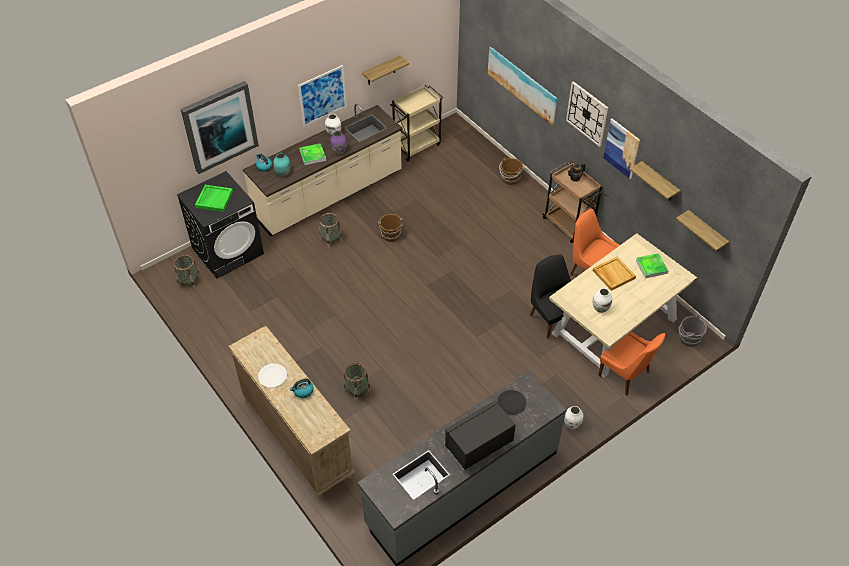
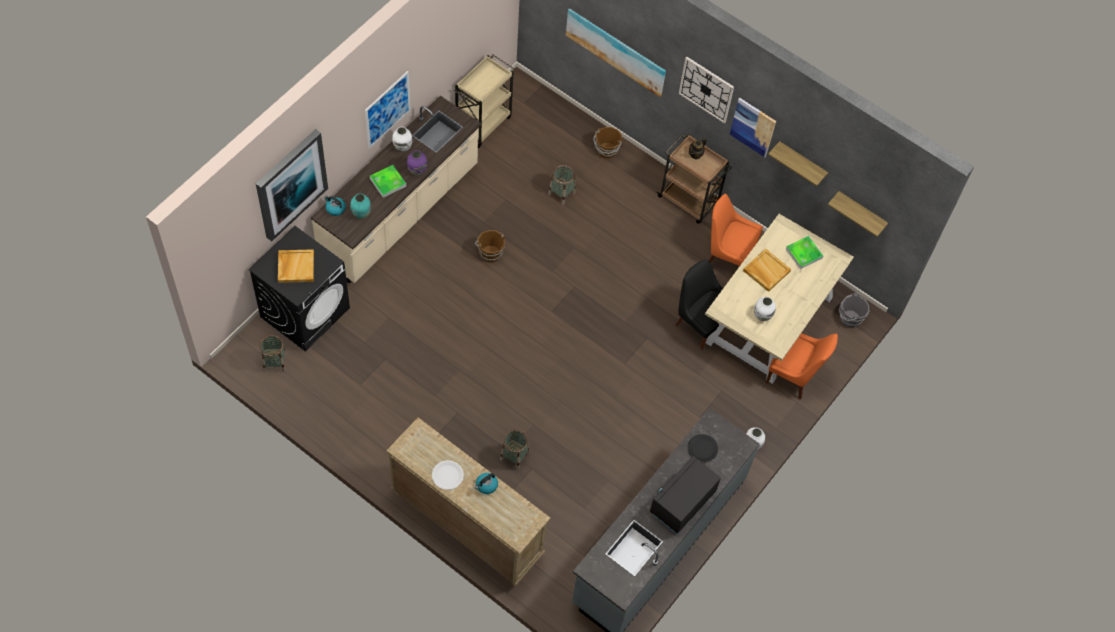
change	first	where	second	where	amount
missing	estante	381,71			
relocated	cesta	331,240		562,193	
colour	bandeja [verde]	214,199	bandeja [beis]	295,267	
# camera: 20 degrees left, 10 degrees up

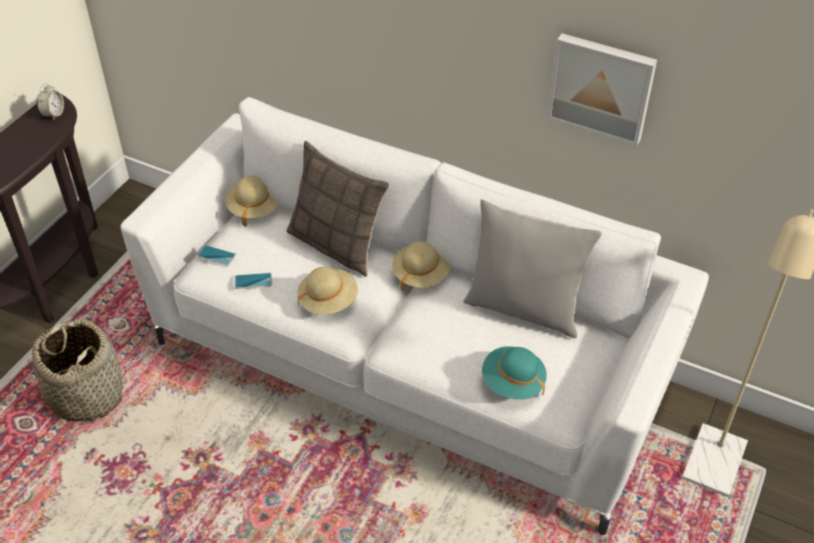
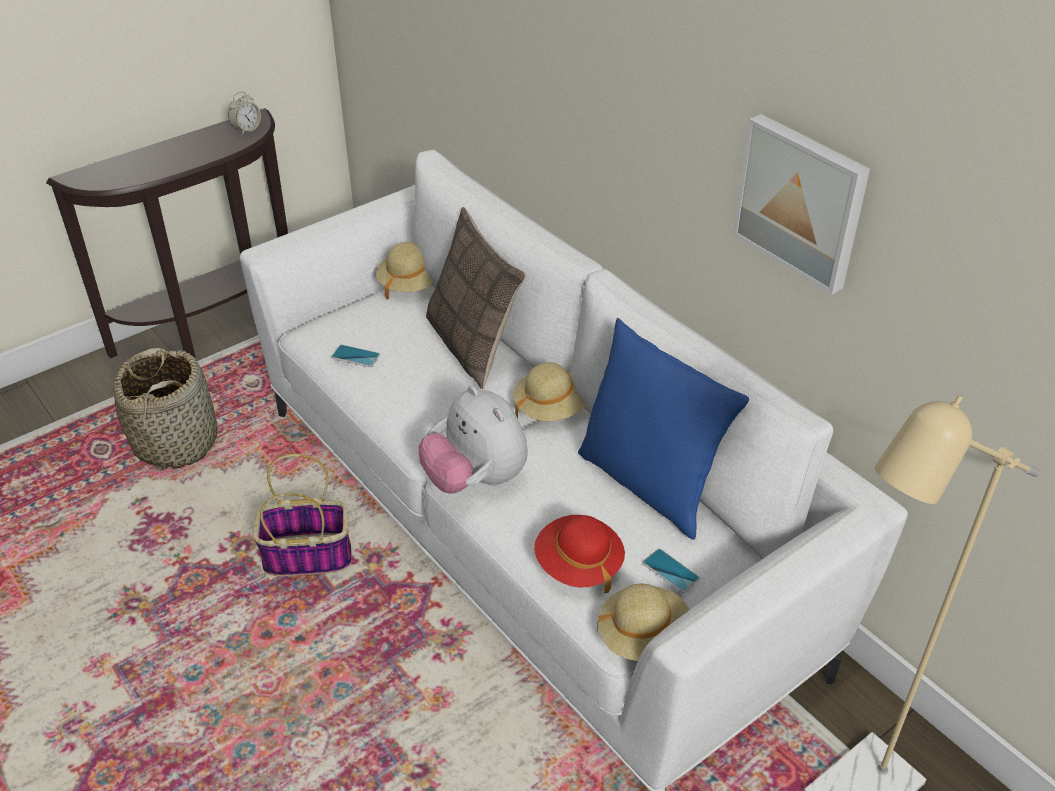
change	first	where	second	where	amount
appeared			cesta	309,556	
appeared			peluche	475,480	
relocated	móvil	216,256		670,571	
relocated	sombrero [beis]	328,301		643,637	
colour	cojín [gris]	524,308	cojín [azul]	649,484	
colour	sombrero [turquesa]	512,383	sombrero [rojo]	578,565	
# camera: 25 degrees right, 5 degrees down

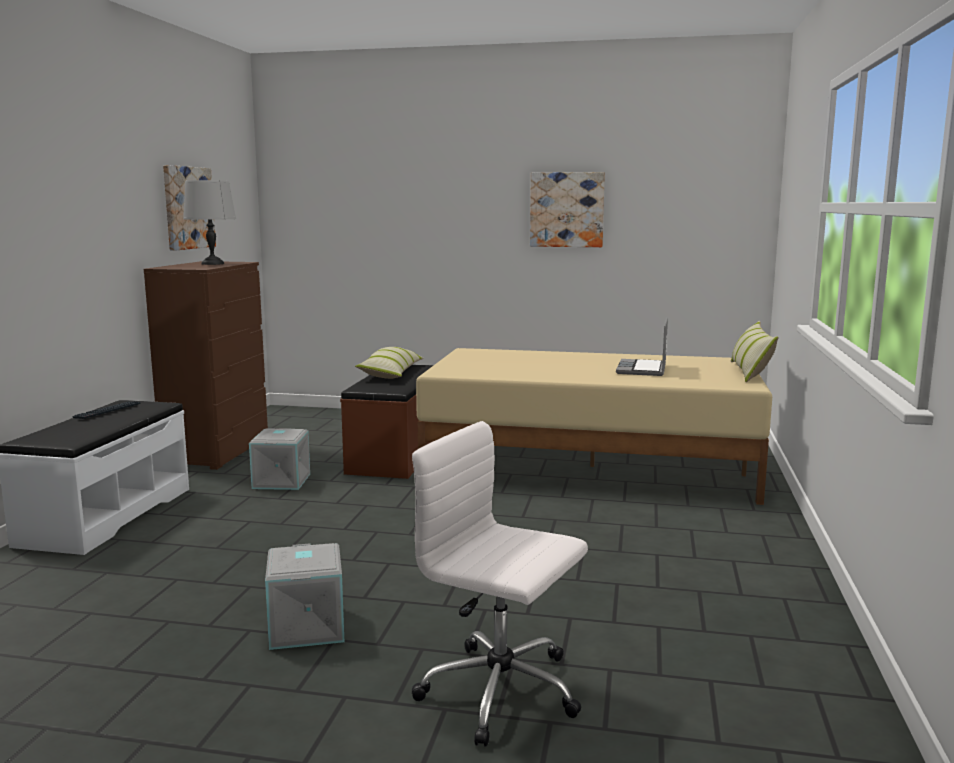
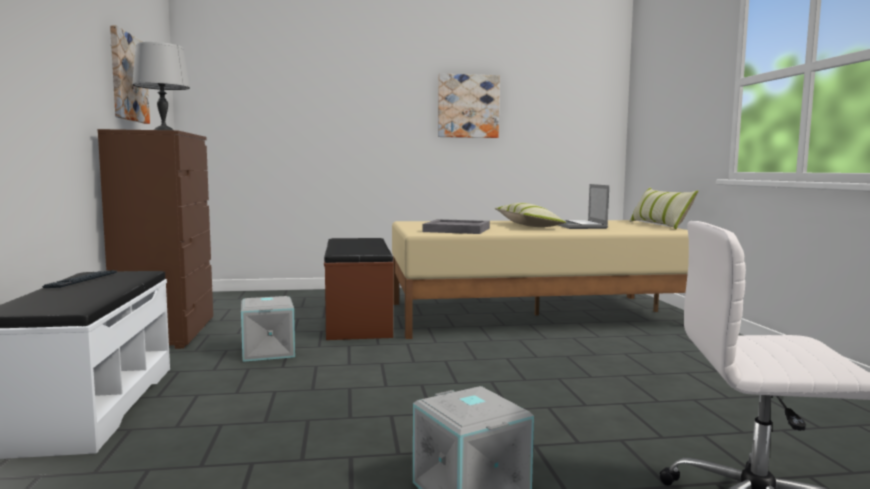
change	first	where	second	where	amount
appeared			bandeja [gris]	457,230	
relocated	cojín	391,373		528,226	
# camera: 20 degrees left, 5 degrees down

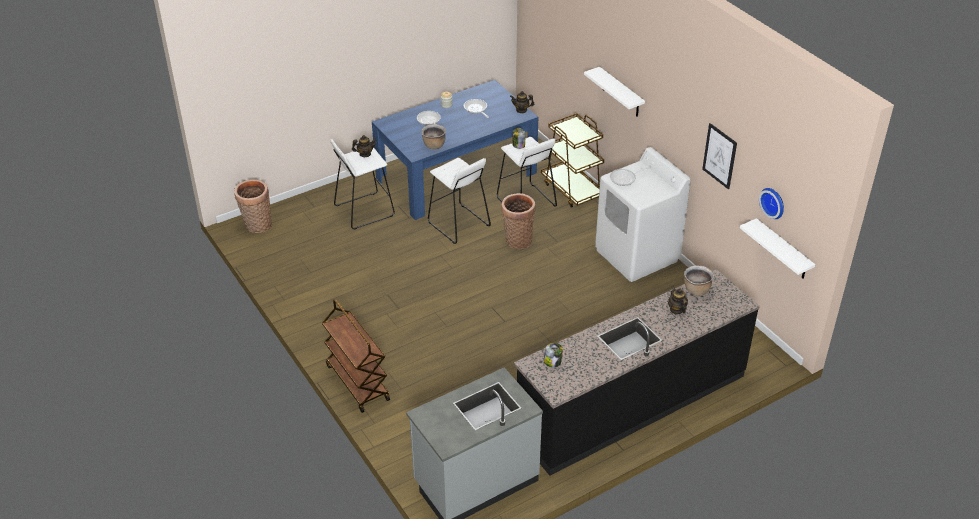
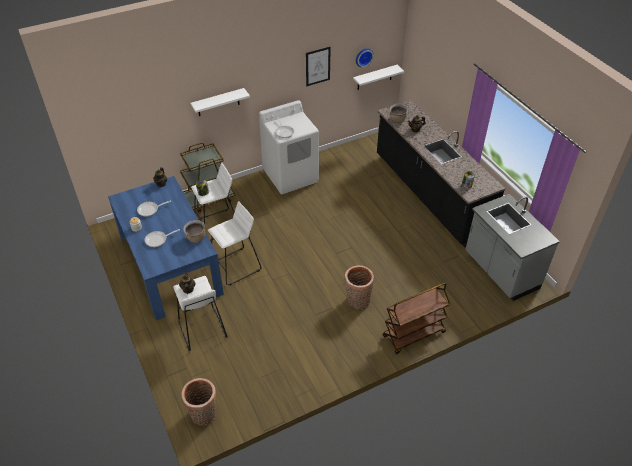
change	first	where	second	where	amount
relocated	cesta	517,240		357,301	
# camera: 85 degrees left, 5 degrees up

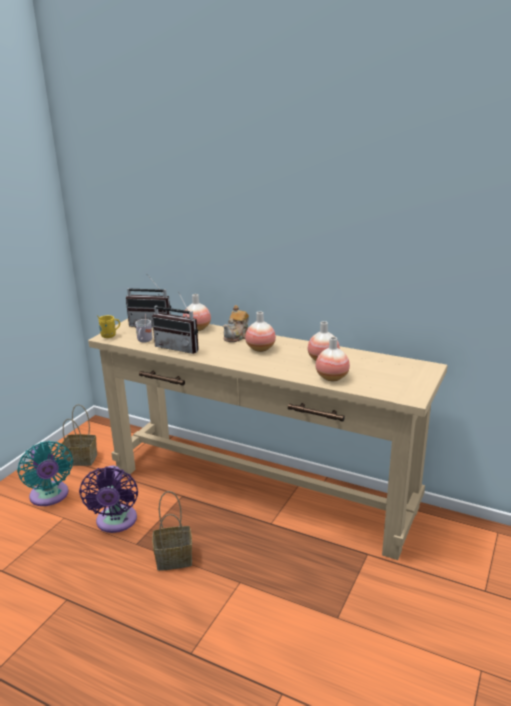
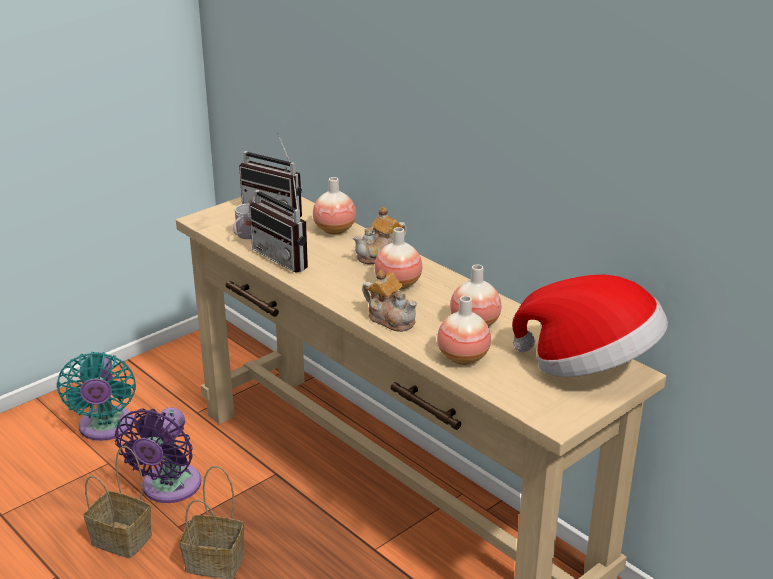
change	first	where	second	where	amount
missing	taza grande [amarillo]	110,335			
appeared			tetera	391,319	
appeared			sombrero	589,366	
relocated	cesta	82,458		124,539	
# camera: 20 degrees right, 5 degrees up

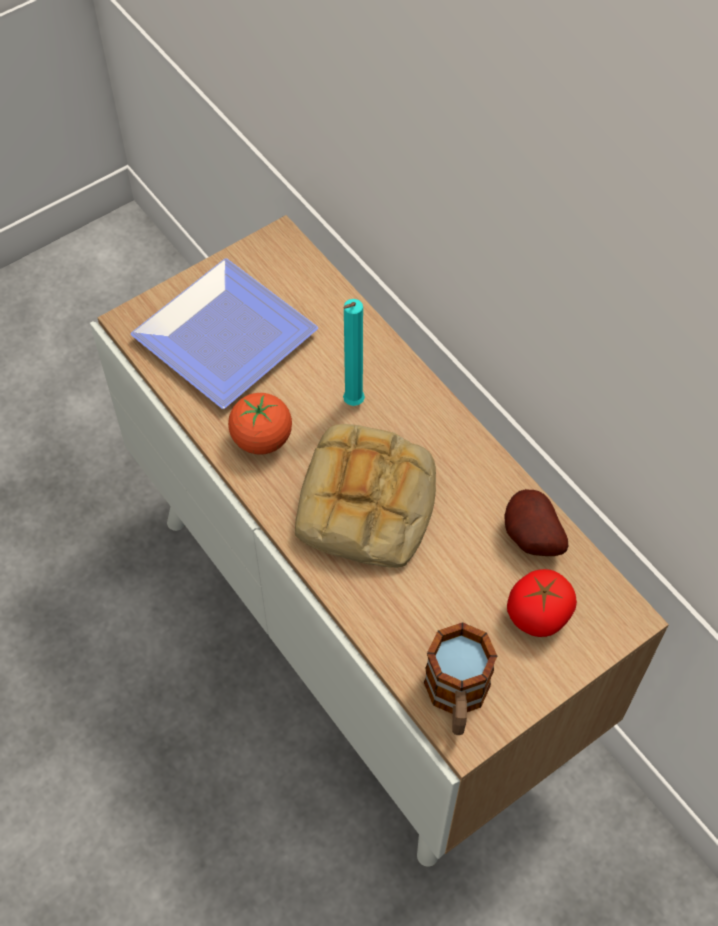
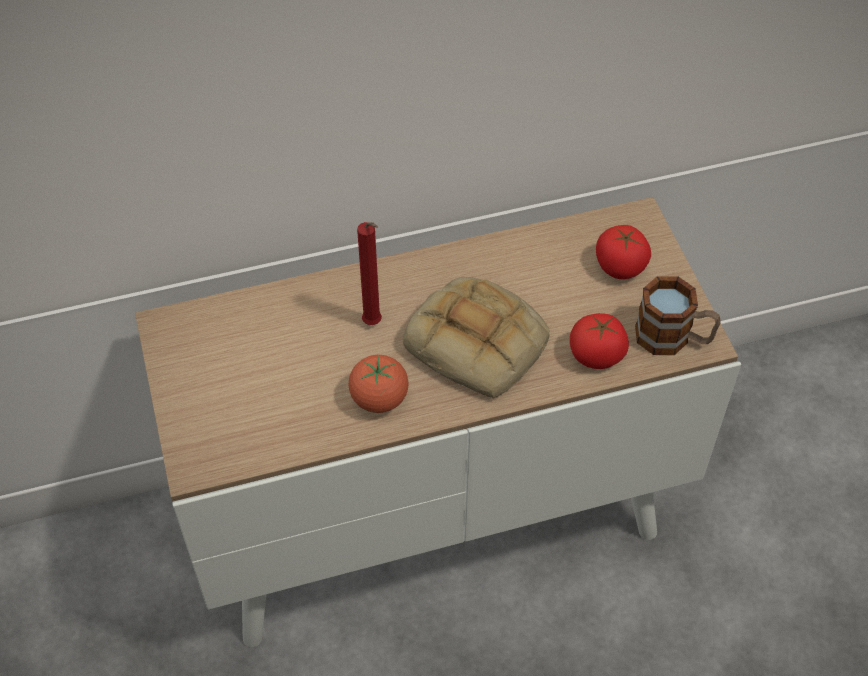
change	first	where	second	where	amount
missing	plato	232,337			
missing	patata	530,539			
appeared			tomate	596,355	
colour	vela [turquesa]	351,404	vela [rojo]	374,324	
# camera: 70 degrees left, 5 degrees down

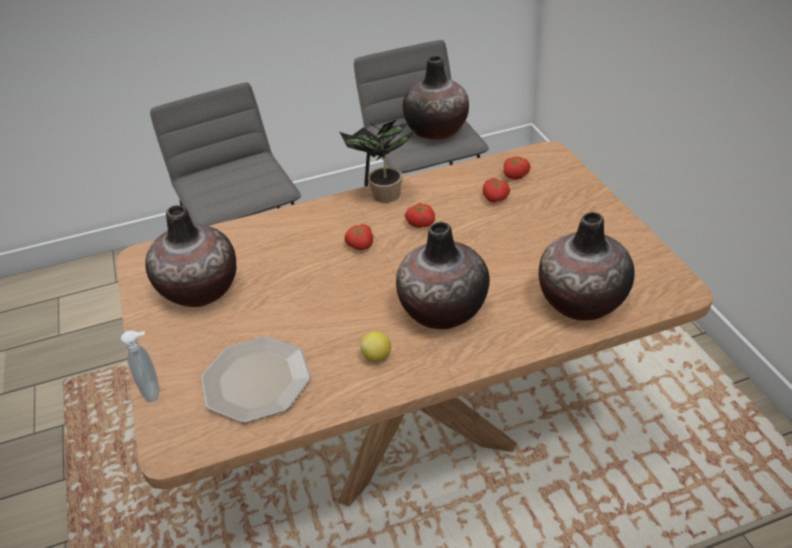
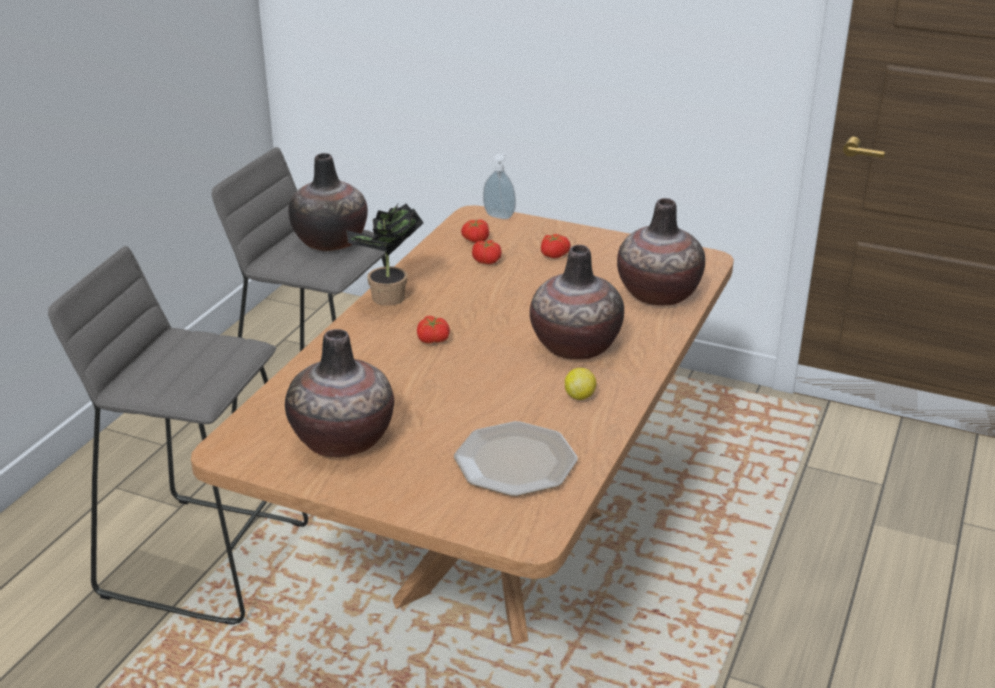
change	first	where	second	where	amount
relocated	dispensador de jabón	154,391		500,215	
relocated	tomate	421,222		553,254	
# camera: 50 degrees left, 10 degrees down

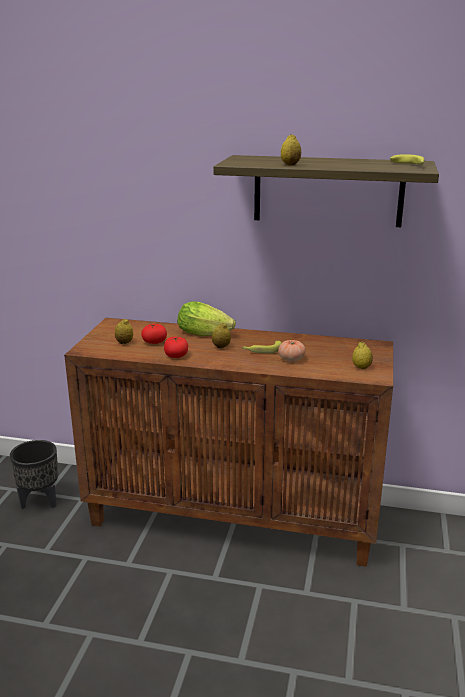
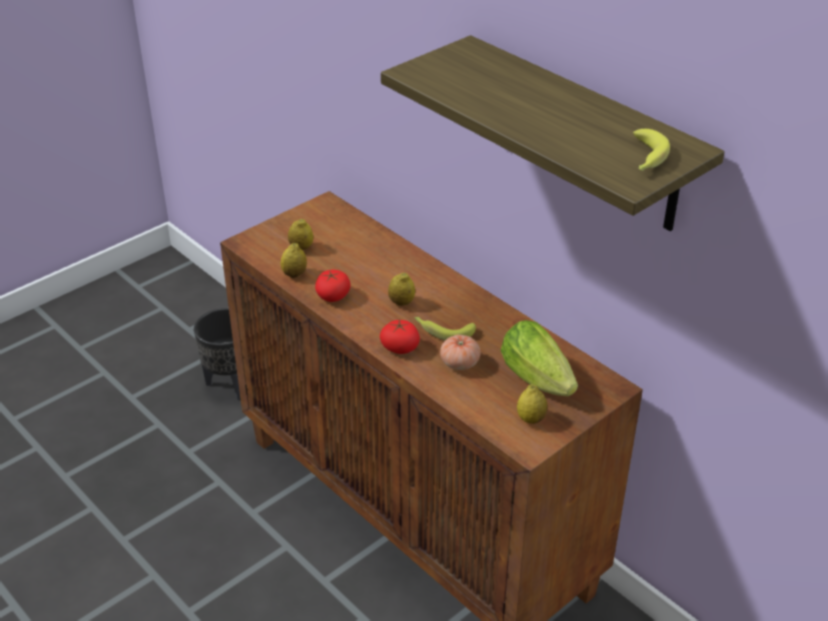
change	first	where	second	where	amount
relocated	tomate	154,342		400,347	
relocated	lechuga	207,334		540,380	
relocated	limón	290,165		294,274	
# camera: 35 degrees right, 15 degrees up

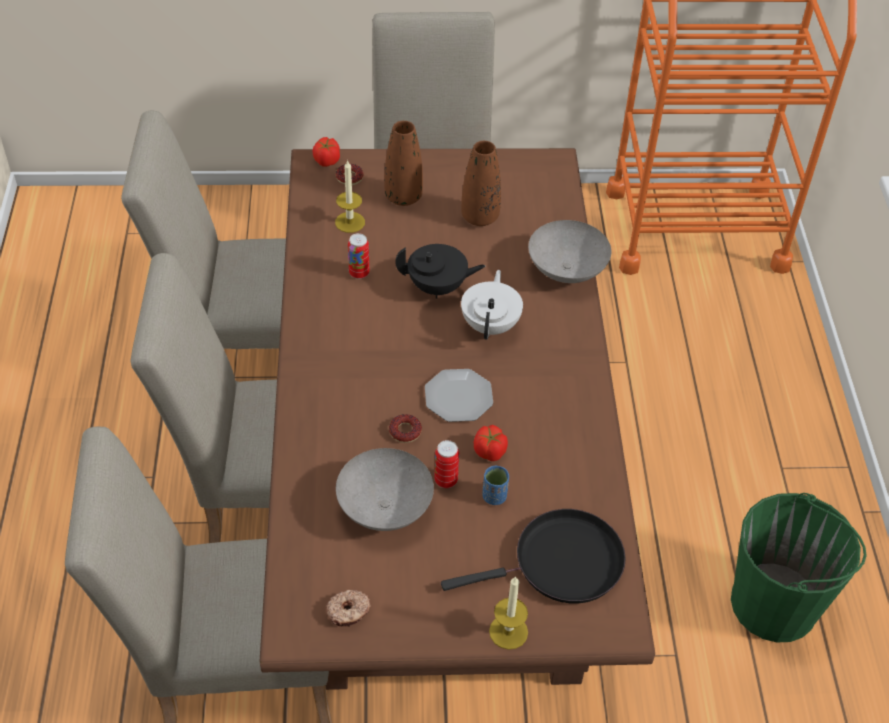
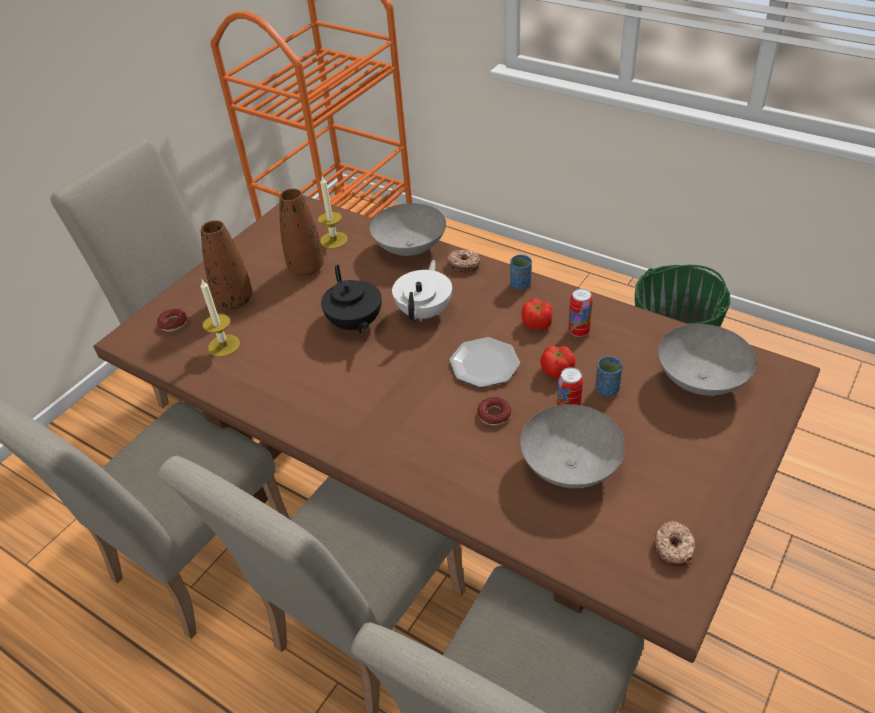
change	first	where	second	where	amount
appeared			rosquilla	463,264	
appeared			taza [azul]	520,284	
relocated	tomate	326,161		537,324	
relocated	lata	359,273		578,331	
relocated	vela	508,631		334,240	
exchanged	sartén [negro]	561,563	cuenco [gris]	702,380	
spun	tetera [negro]	438,287		355,324	120 degrees clockwise
spun	tetera [blanco]	491,325		425,311	60 degrees clockwise
# camera: 50 degrees left, 5 degrees down

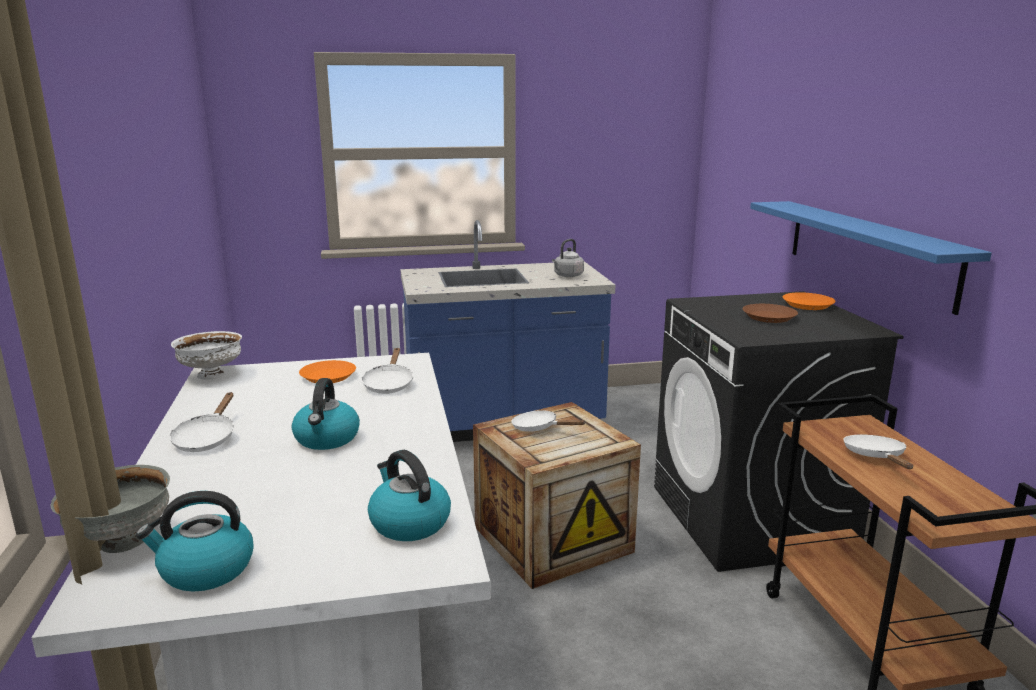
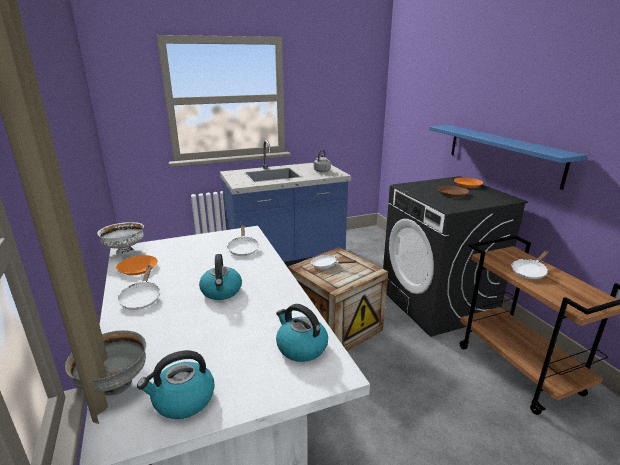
change	first	where	second	where	amount
relocated	plato [naranja]	327,376		137,268	
spun	sartén [blanco]	876,457		529,272	120 degrees counterclockwise
# camera: 10 degrees left, 5 degrees up

